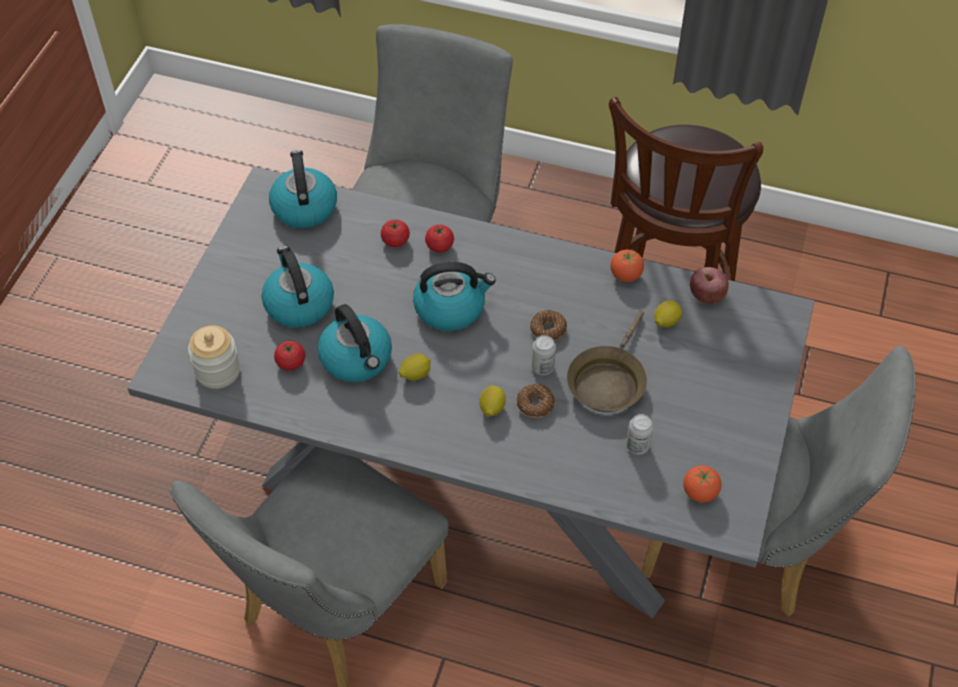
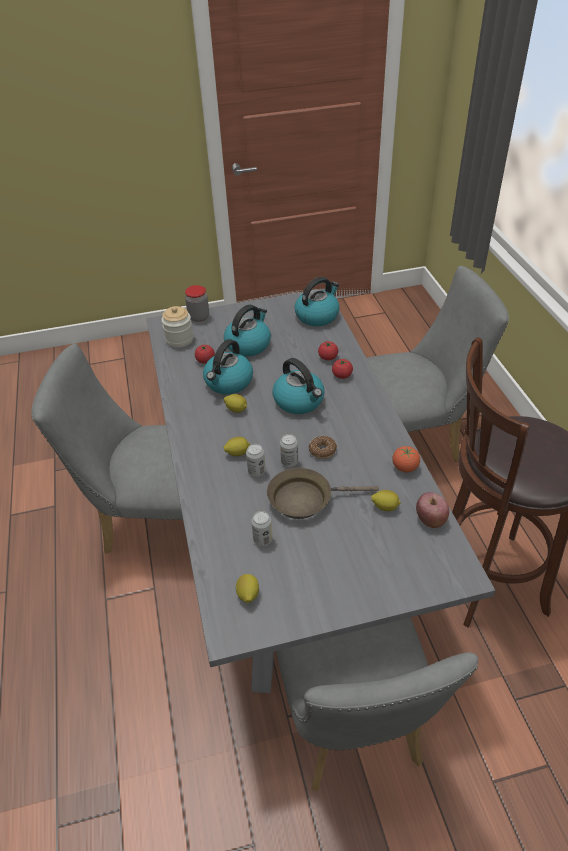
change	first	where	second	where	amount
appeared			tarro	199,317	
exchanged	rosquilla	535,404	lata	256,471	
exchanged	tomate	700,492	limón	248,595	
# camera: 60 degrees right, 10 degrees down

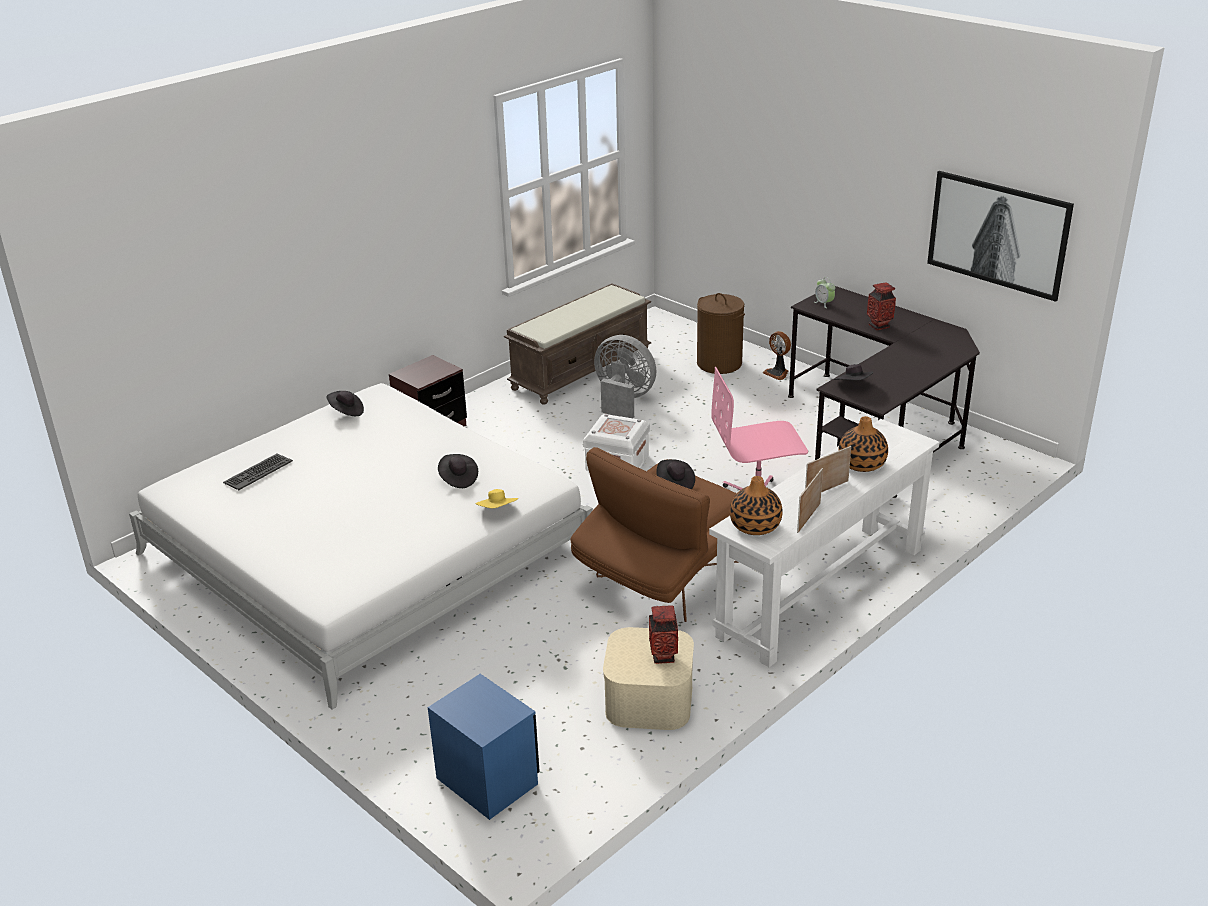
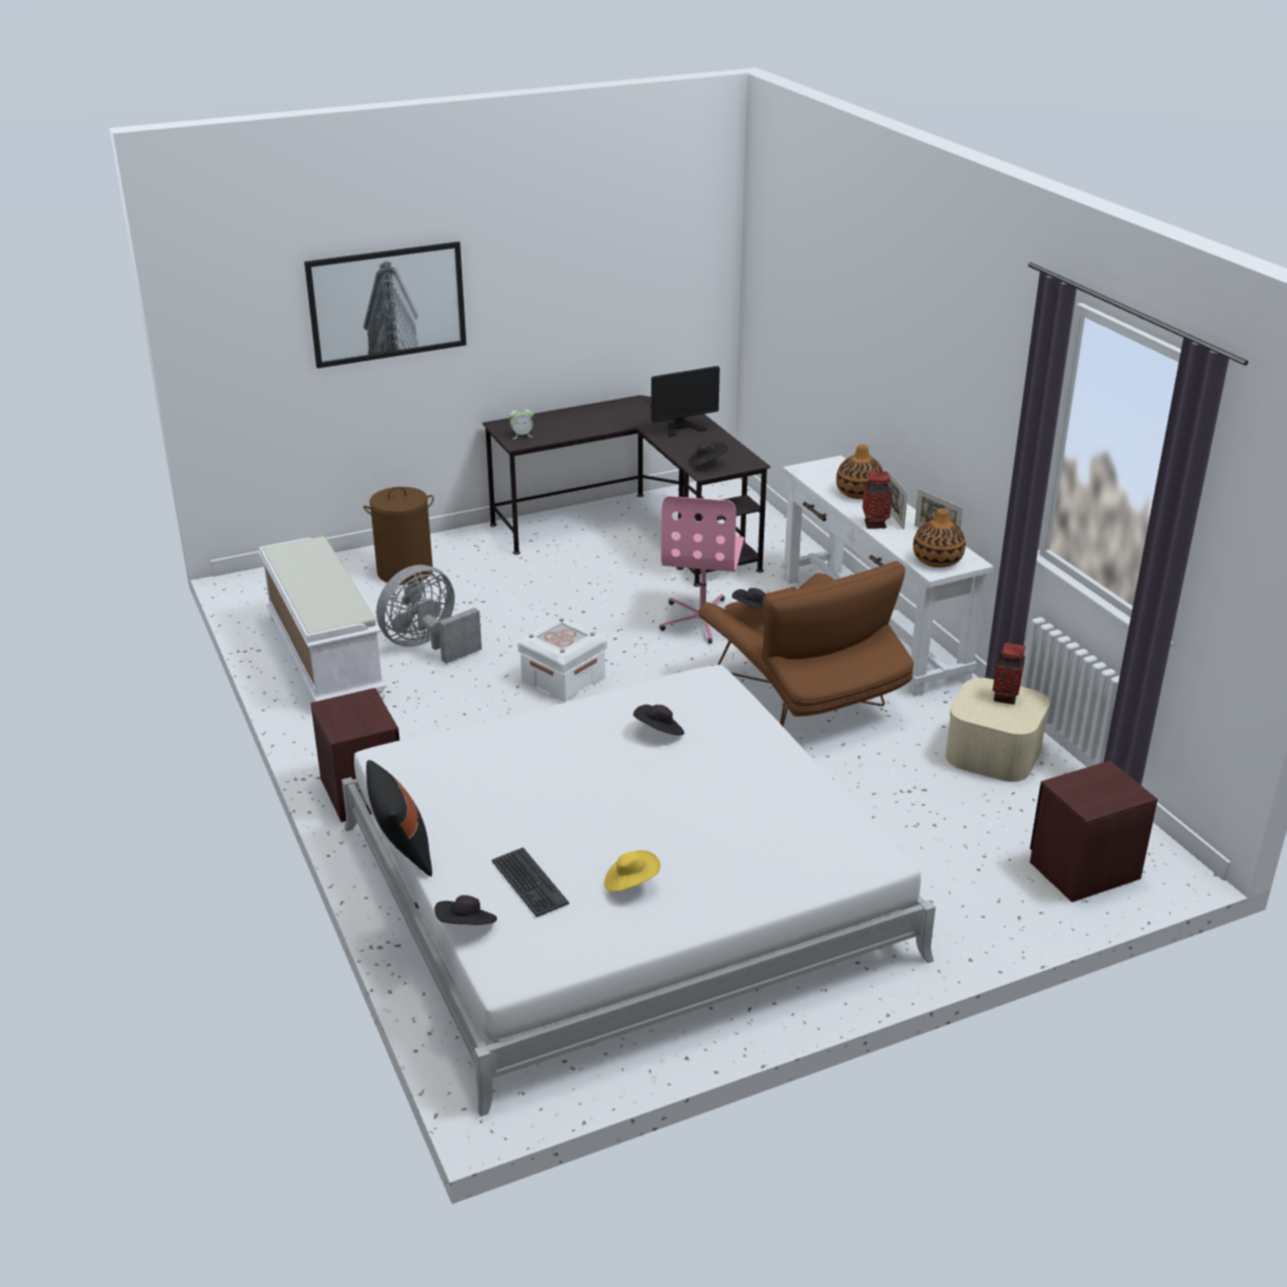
change	first	where	second	where	amount
missing	ventilador	777,373			
appeared			cojín [negro]	402,853	
appeared			monitor	678,424	
relocated	sombrero [negro]	346,412		467,926	
relocated	sombrero [amarillo]	498,511		631,883	
relocated	florero	879,326		875,524	
relocated	cuadro	997,234		387,304	
colour	mesita de noche [azul]	487,781	mesita de noche [marrón]	1084,870	
colour	banco [marrón]	581,370	banco [blanco]	323,657	
# camera: 70 degrees left, 0 degrees up

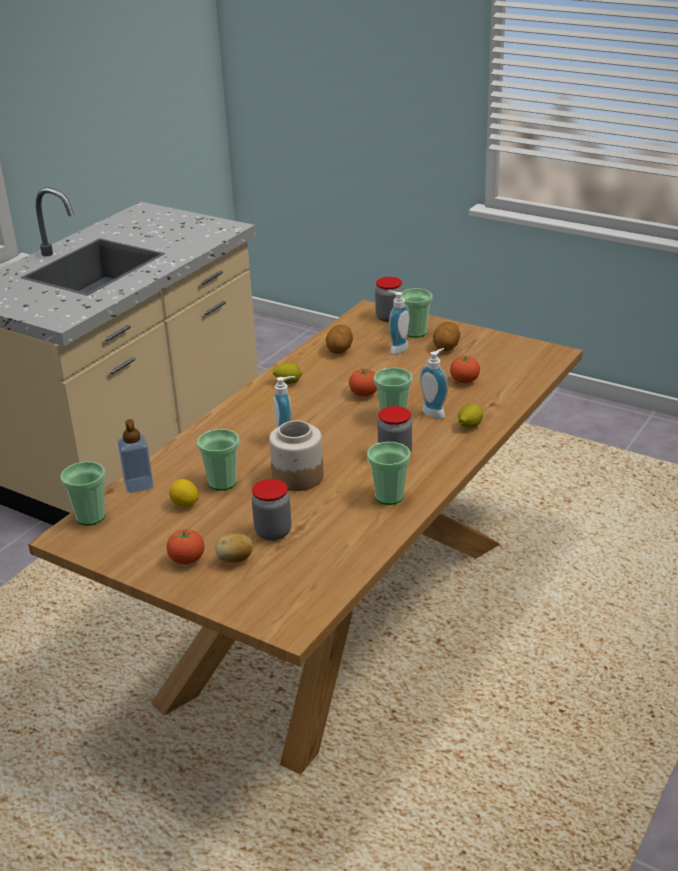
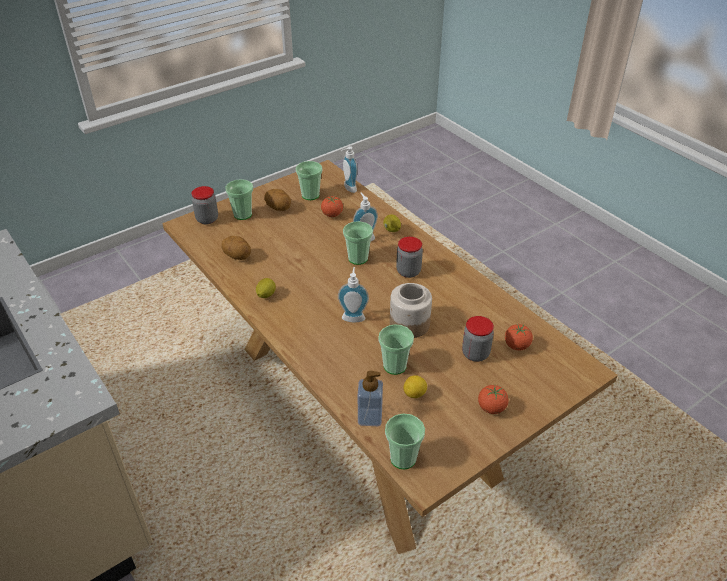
change	first	where	second	where	amount
missing	patata	235,560			
relocated	tomate	364,394		516,346	
relocated	taza	389,496		310,195	
relocated	dispensador de jabón	396,349		348,188	
# camera: 70 degrees left, 10 degrees up

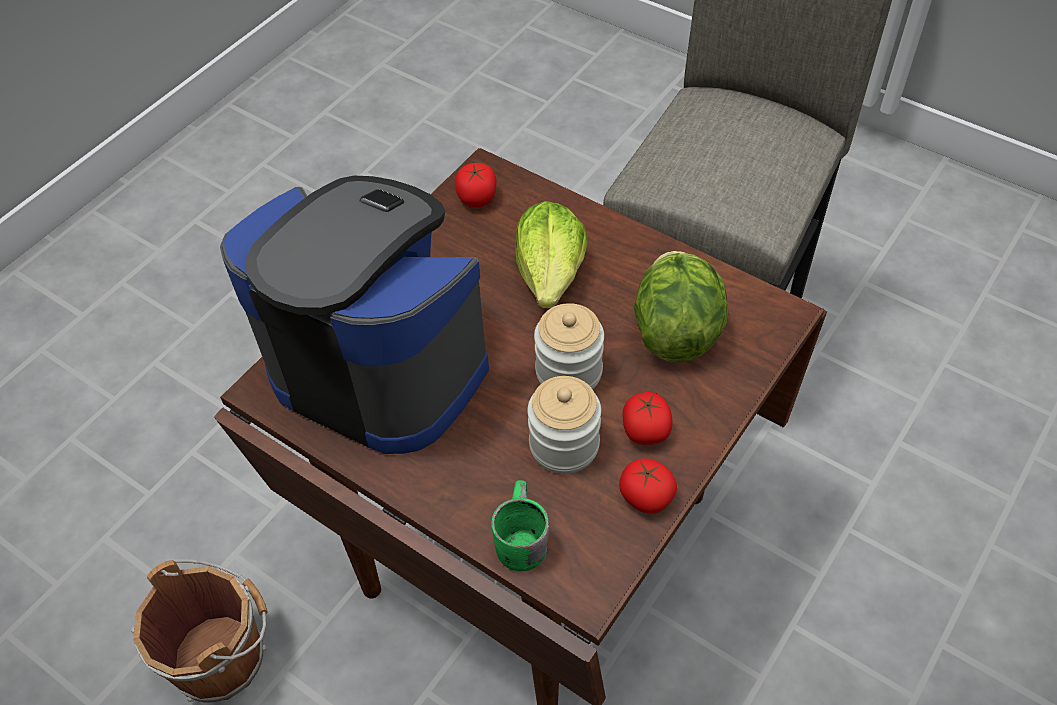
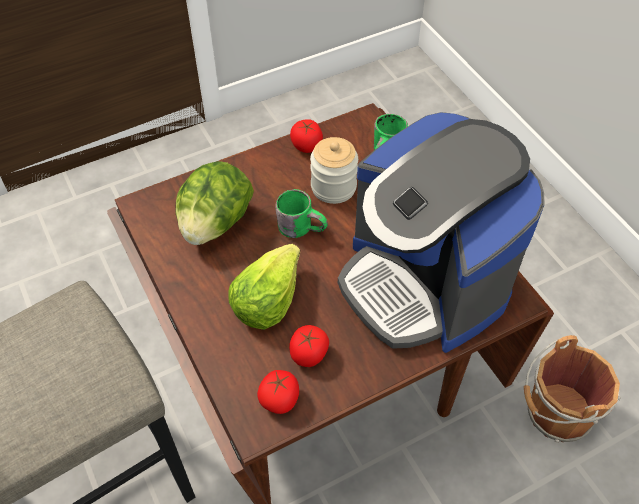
change	first	where	second	where	amount
relocated	tomate	645,430		309,354	
exchanged	tarro	568,372	taza grande [verde]	302,226	
# camera: 155 degrees left, 0 degrees up

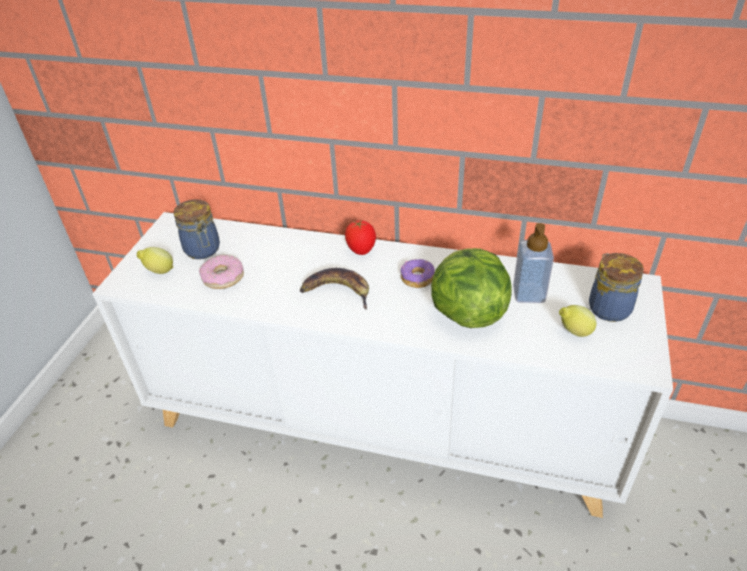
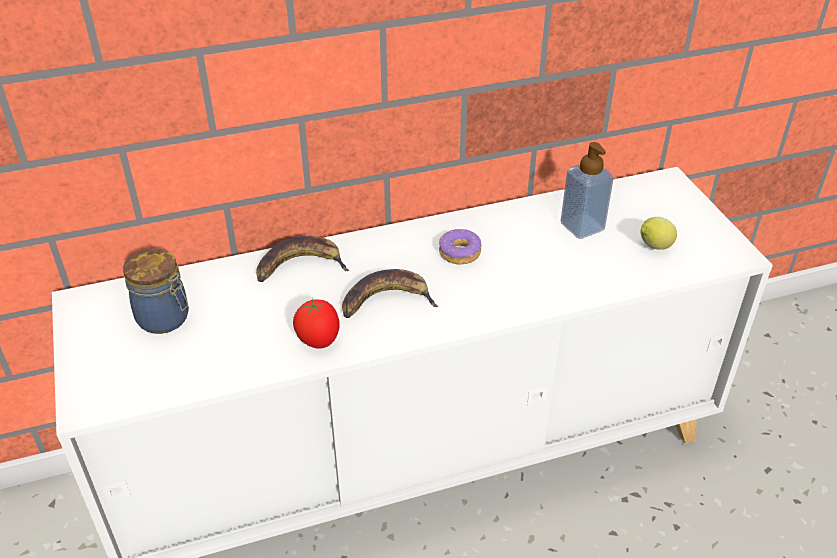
change	first	where	second	where	amount
missing	limón	159,271			
missing	rosquilla	223,277			
missing	lechuga	467,312			
missing	tarro	608,307			
appeared			plátano	300,266	
relocated	tomate	361,251		319,342	
# camera: 35 degrees left, 0 degrees up

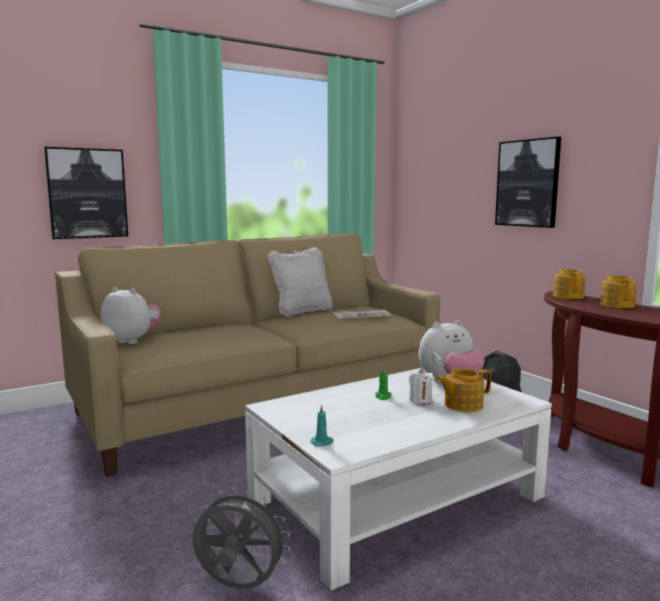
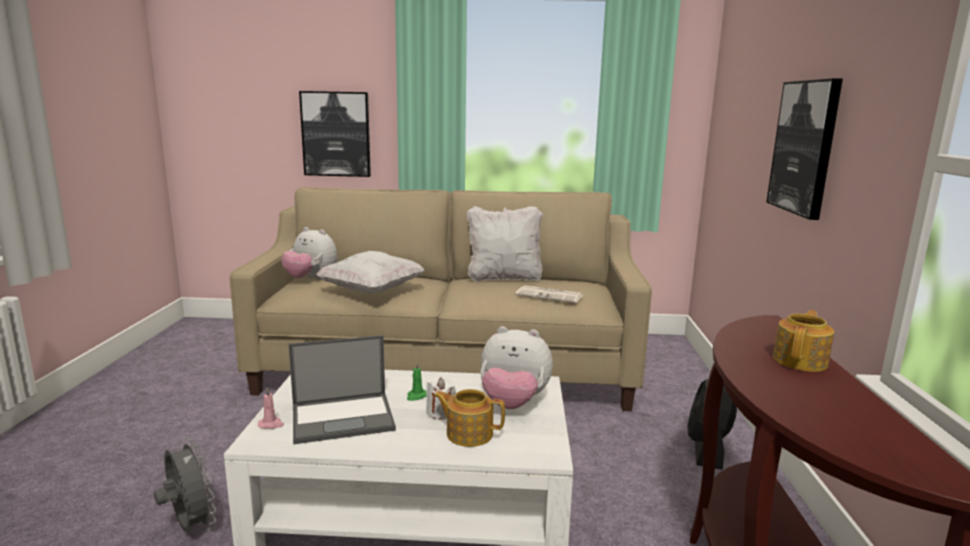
change	first	where	second	where	amount
missing	tetera	568,296			
appeared			portátil	344,417	
appeared			cojín [blanco]	371,291	
colour	vela [turquesa]	322,442	vela [rosa]	271,424	
spun	peluche	133,340		311,279	150 degrees clockwise
# camera: 35 degrees right, 5 degrees up

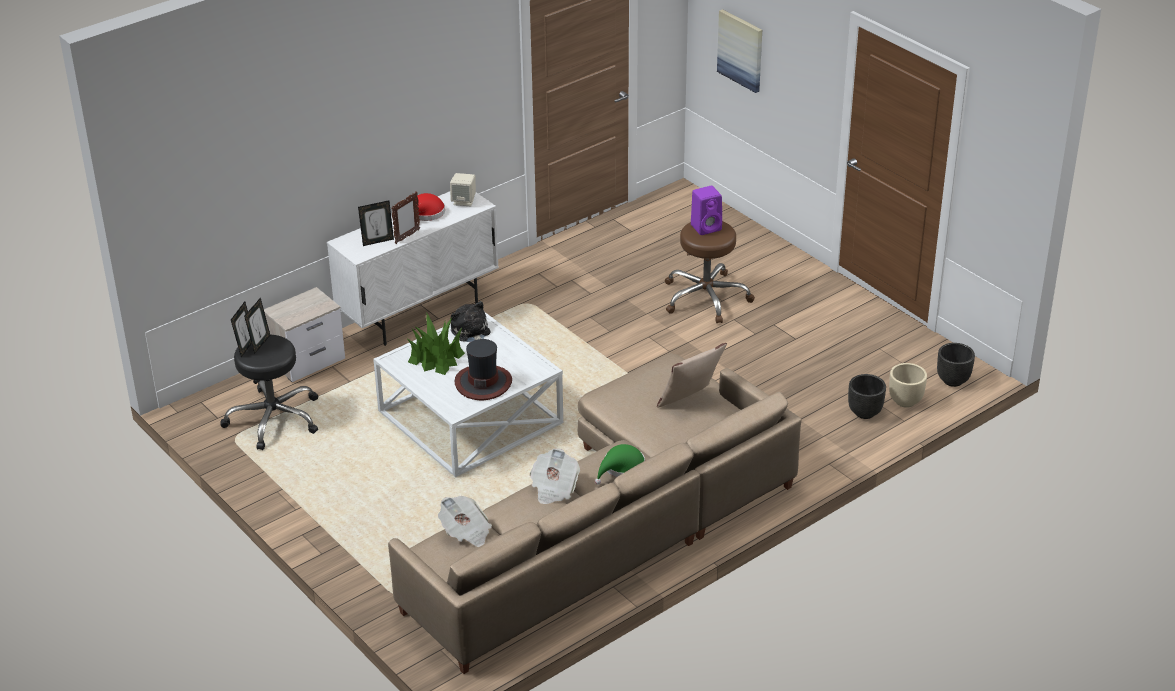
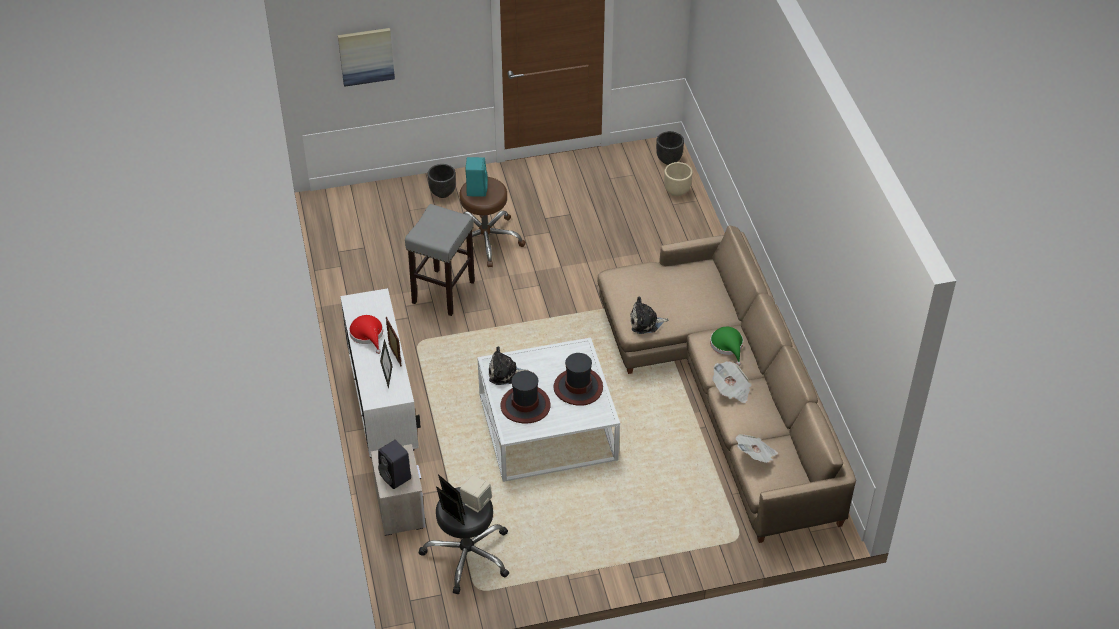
change	first	where	second	where	amount
missing	cojín [beis]	690,400			
appeared			altavoz [negro]	396,477	
appeared			taburete [gris]	443,291	
appeared			peluche	646,322	
relocated	altavoz [beis]	464,201		476,502	
relocated	maceta [negro]	864,412		442,193	
exchanged	planta en maceta	436,358	sombrero	525,405	
colour	altavoz [morado]	707,227	altavoz [turquesa]	476,189	
# camera: 65 degrees left, 10 degrees up

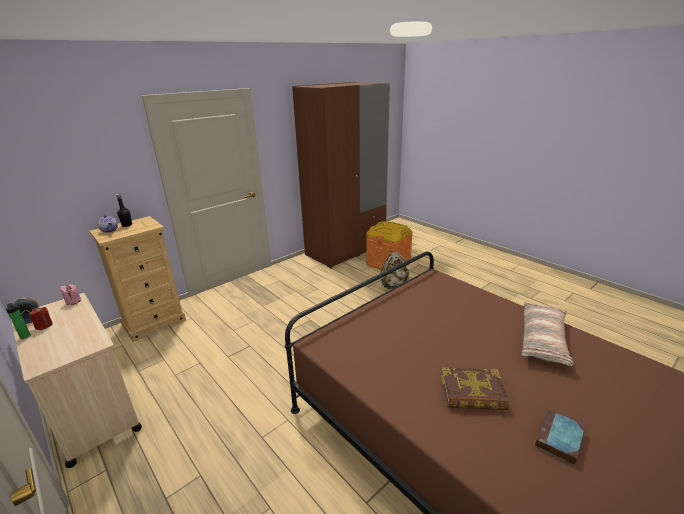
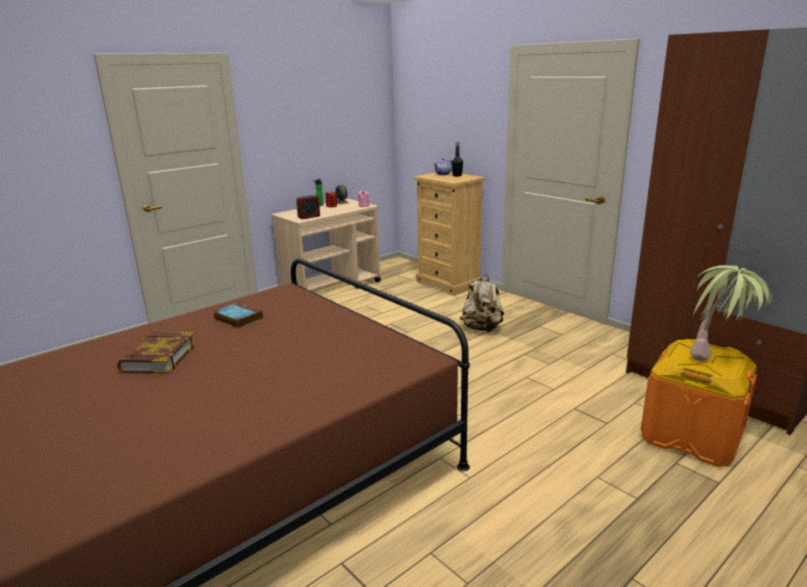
change	first	where	second	where	amount
missing	cojín	543,339			
appeared			despertador	309,217	
appeared			planta en maceta	718,356	
relocated	mochila [beis]	393,285		482,329	
relocated	libro	559,440		237,318	
# camera: 90 degrees right, 5 degrees down

